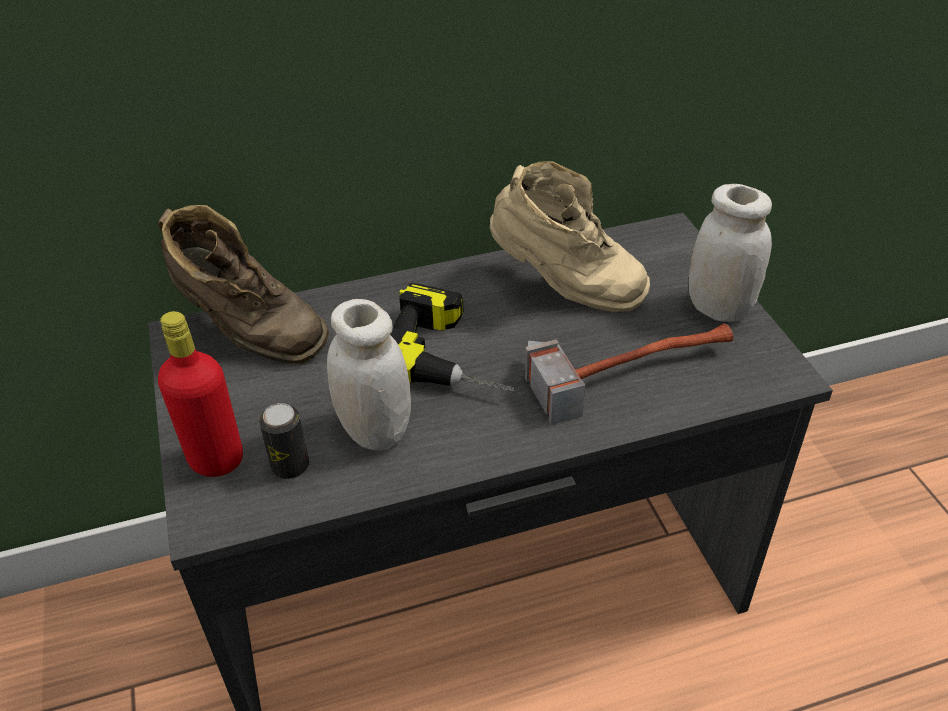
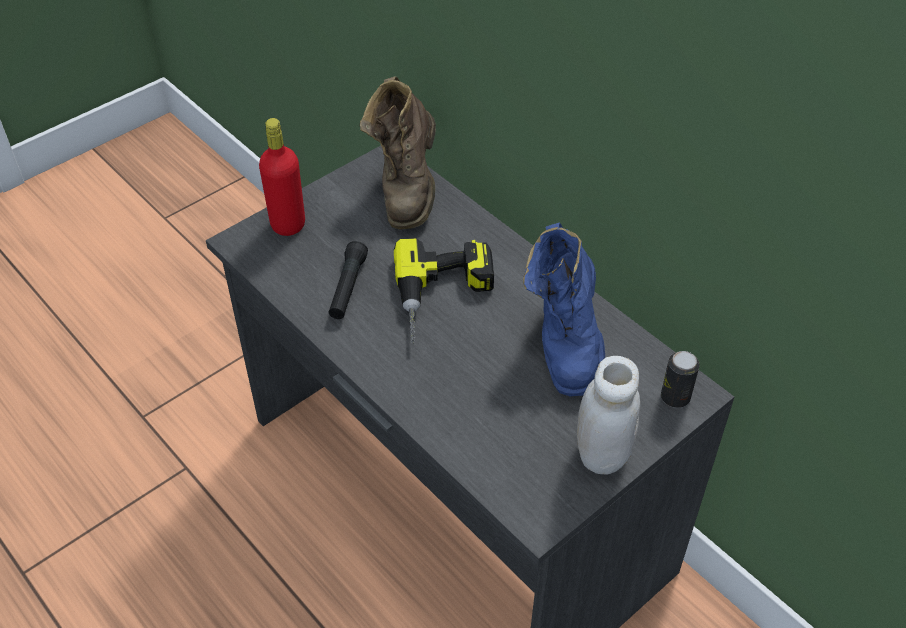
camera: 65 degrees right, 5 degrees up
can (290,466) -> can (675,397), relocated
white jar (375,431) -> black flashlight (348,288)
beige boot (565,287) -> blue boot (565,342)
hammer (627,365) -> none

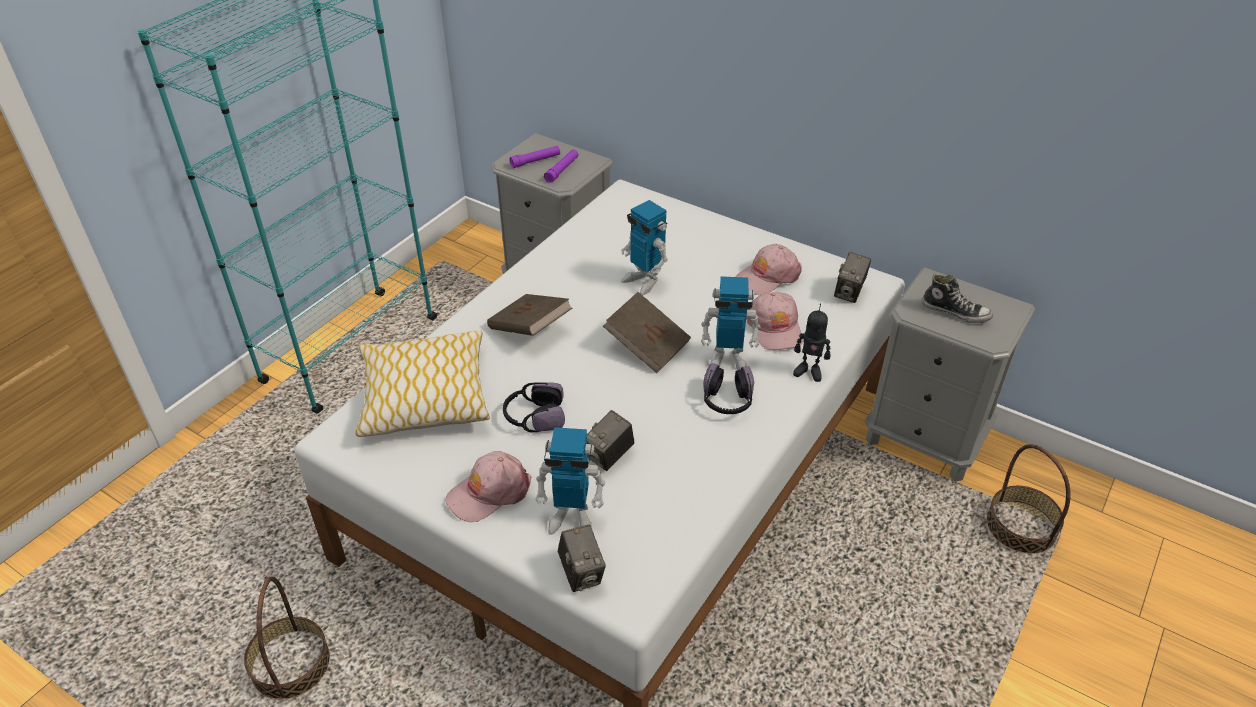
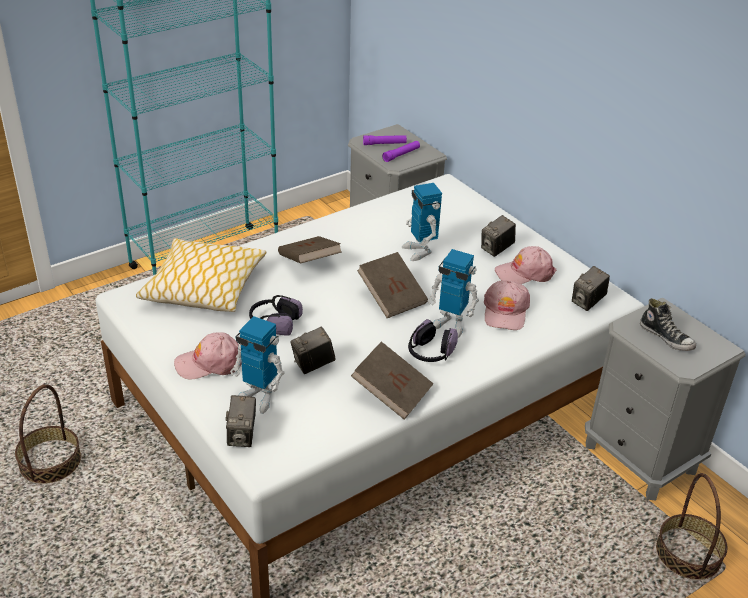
camera: 20 degrees right, 5 degrees down
toy robot (808,371) -> none
none -> brown book (392,393)
none -> photo camera (496,249)

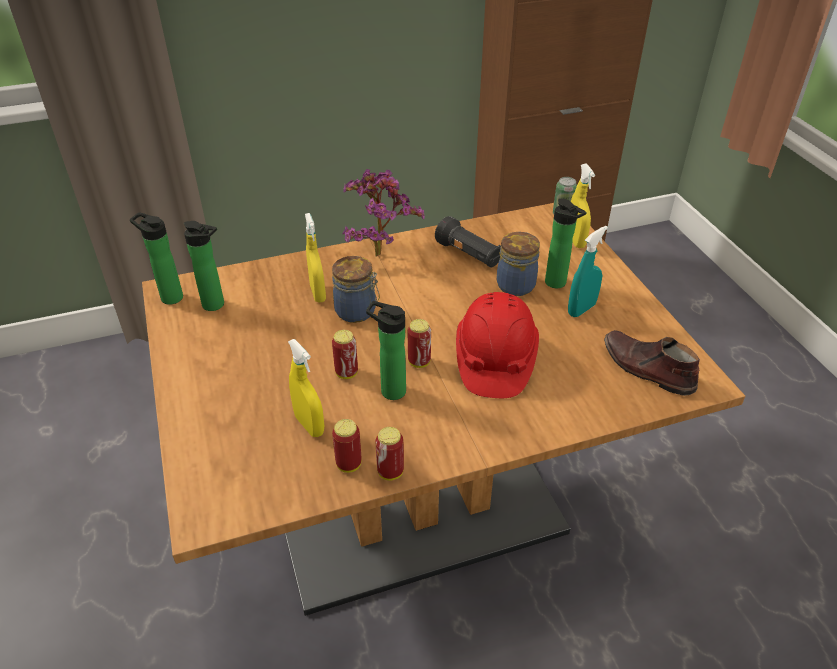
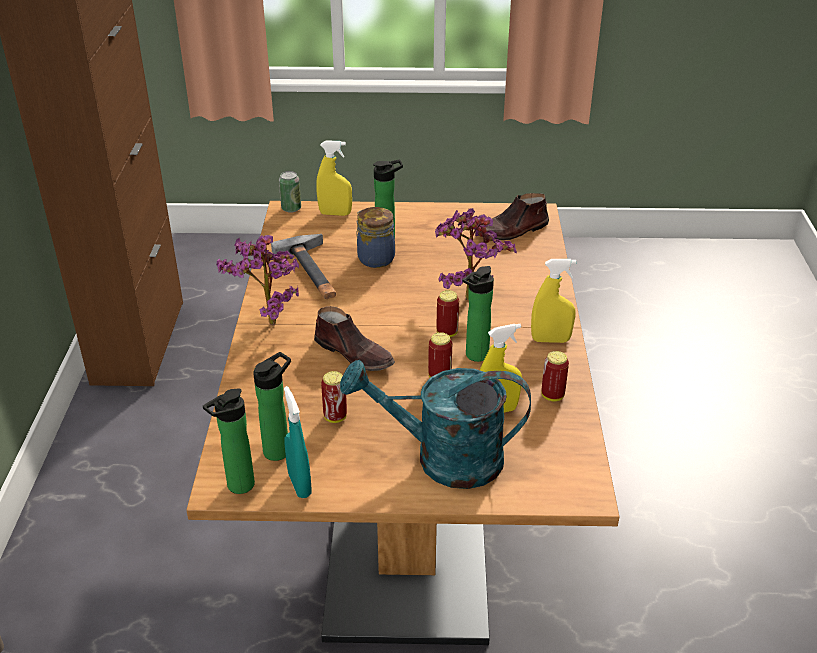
camera: 70 degrees left, 5 degrees down
yellow spray bottle (318,293) -> yellow spray bottle (550,340), relocated
jar (357,311) -> brown shoe (355,354)
can (390,472) -> can (335,417), relocated
black flashlight (469,255) -> hammer (314,271)
red hard hat (494,360) -> potted plant (466,294)
turquoise spray bottle (581,309) -> turquoise spray bottle (299,484), relocated
none -> turquoise watering can (443,459)

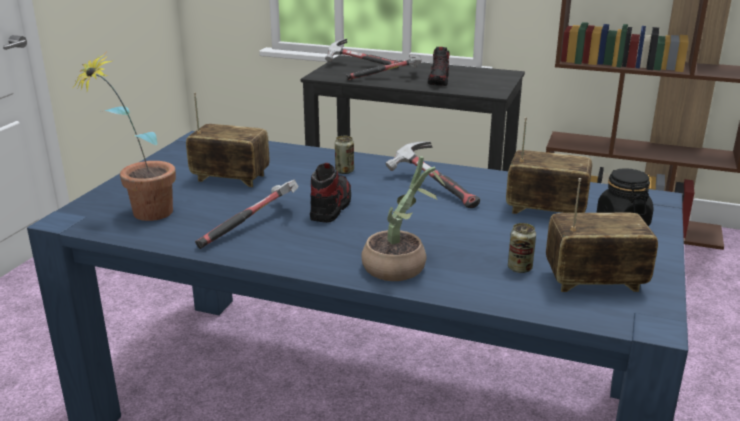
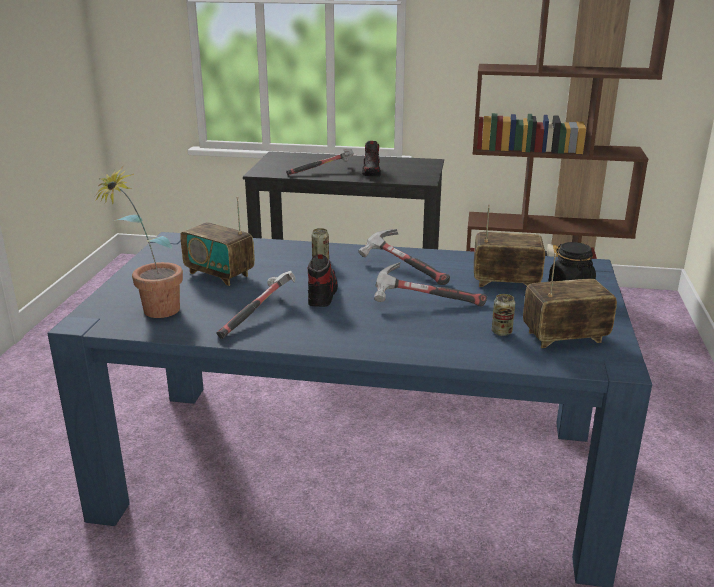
camera: 10 degrees left, 0 degrees up
radio (230,179) -> radio (219,274), 150 degrees counterclockwise
hammer (361,65) -> hammer (426,302), relocated
potted plant (402,266) -> none

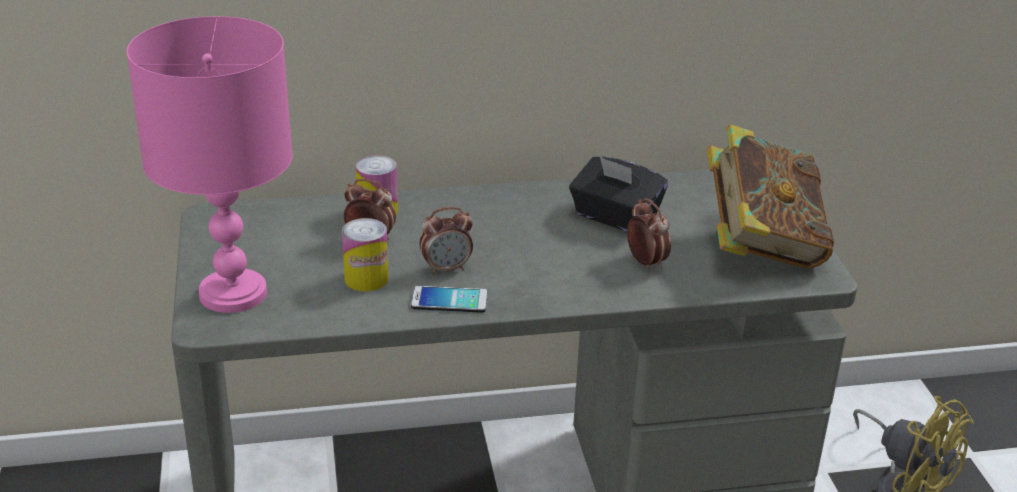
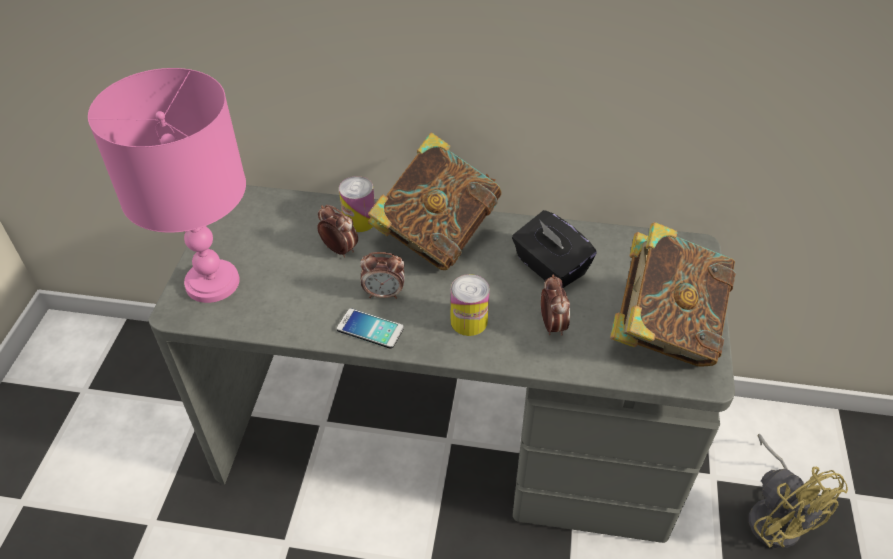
camera: 20 degrees right, 15 degrees up
can (366,279) -> can (469,321), relocated
none -> book (436,235)

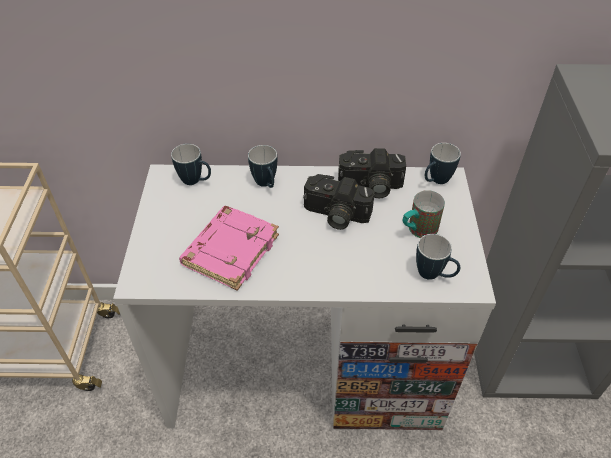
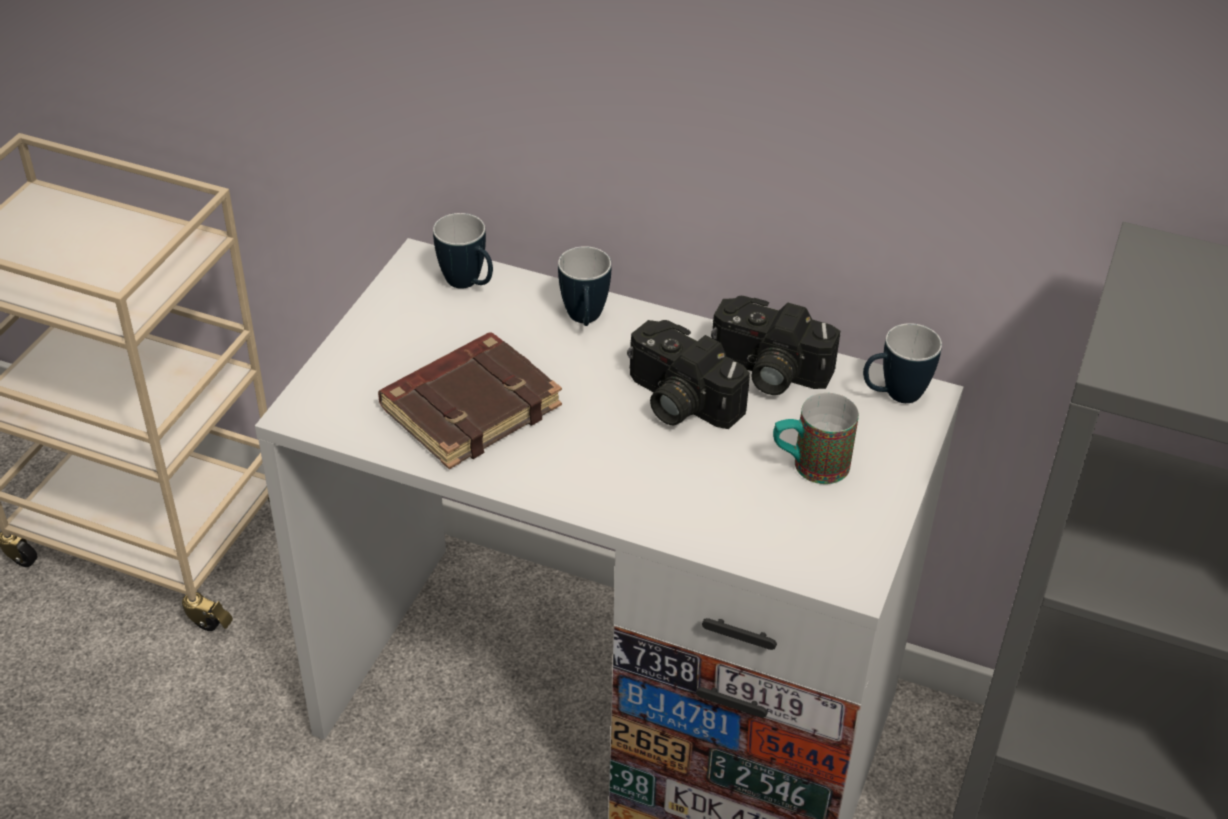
camera: 20 degrees right, 5 degrees down
pink book (230,250) -> brown book (470,406)
mug (434,275) -> none

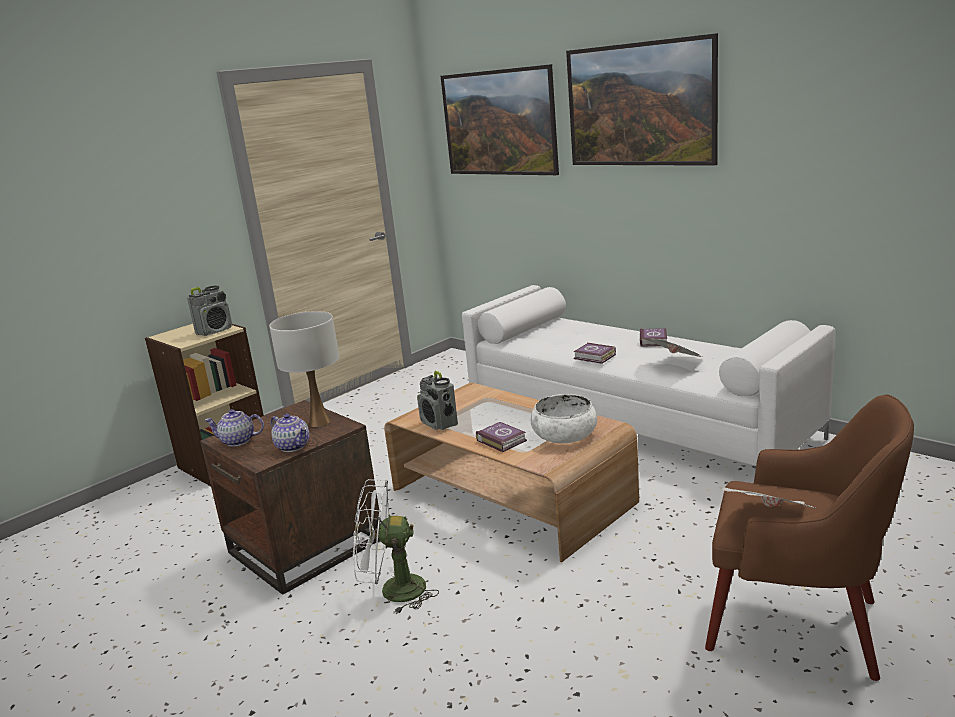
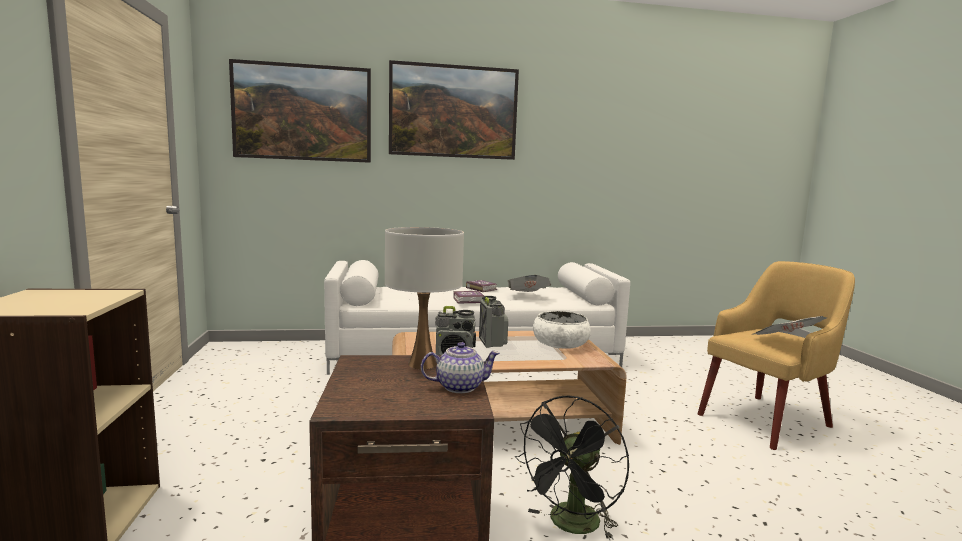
camera: 55 degrees left, 10 degrees down
radio (215,331) -> radio (492,342), relocated
teapot (238,441) -> none
white fan (393,591) -> black fan (571,526)
book (501,440) -> none
brown armchair (799,625) -> yellow armchair (767,420)

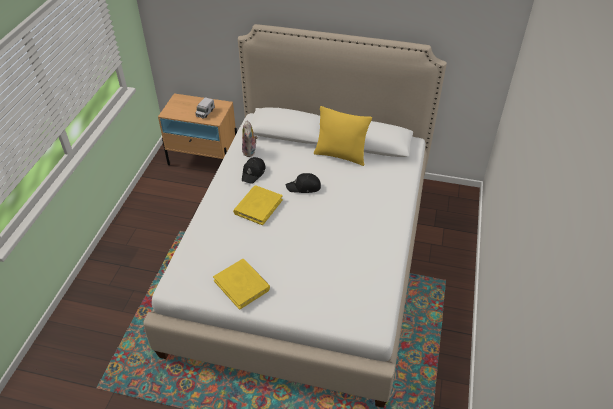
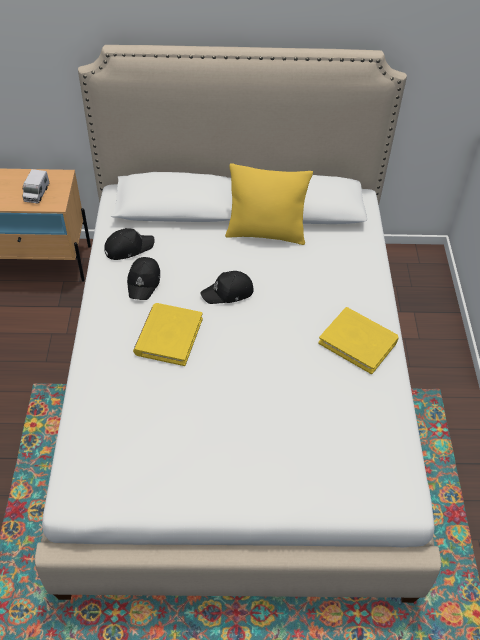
camera: 15 degrees left, 5 degrees up
yellow book (242,285) -> yellow book (358,342), relocated
plush toy (250,151) -> black cap (128,248)

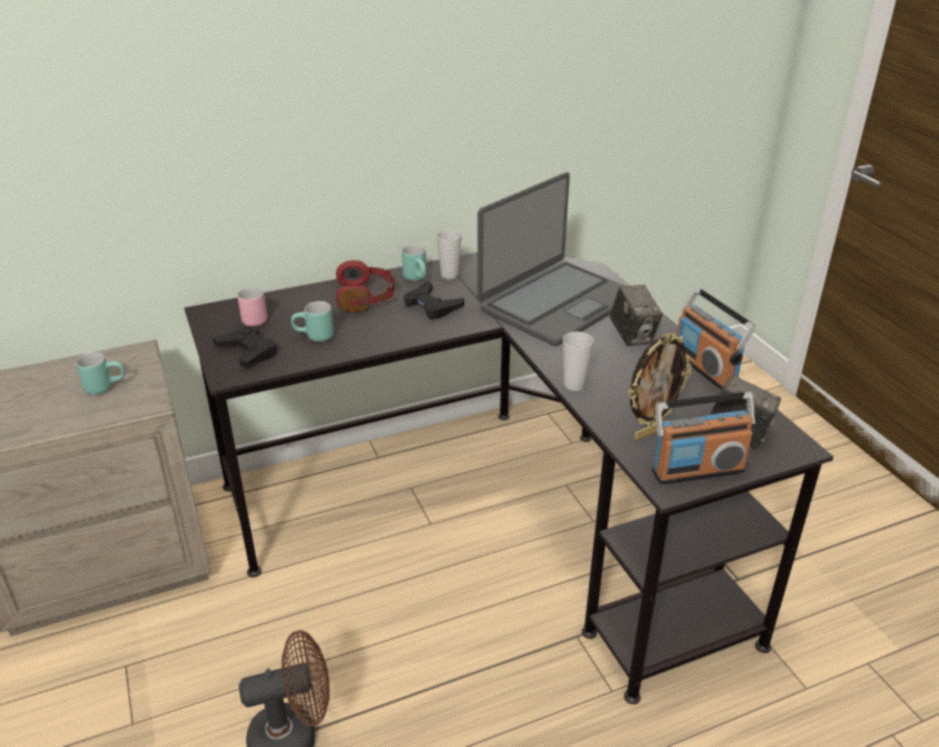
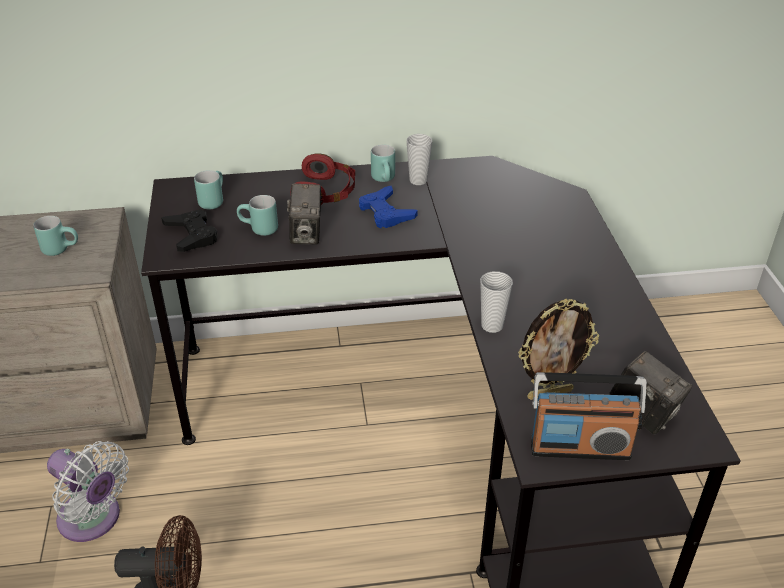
camera: 15 degrees right, 5 degrees up
pink mug (254,318) -> turquoise mug (212,200)
black game controller (431,306) -> blue game controller (385,213)
laptop (556,303) -> none
photo camera (632,336) -> photo camera (306,234), relocated
radio (705,368) -> none
none -> white fan (93,520)

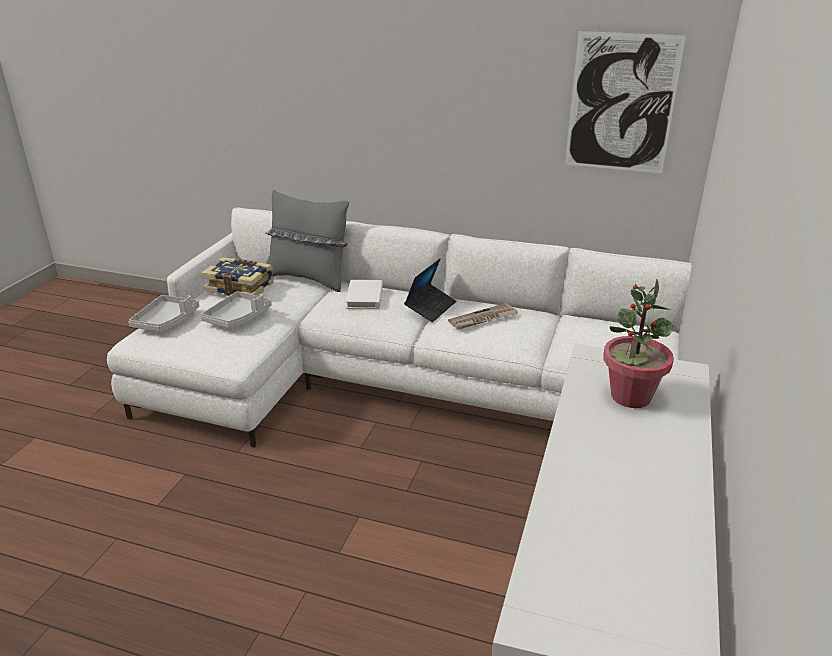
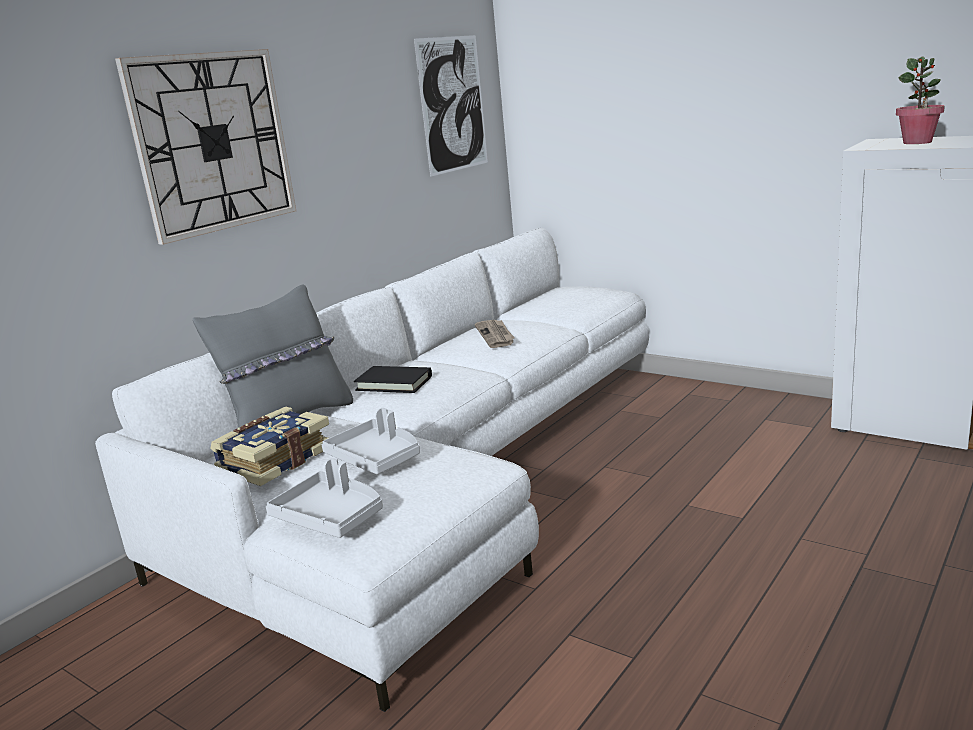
camera: 70 degrees left, 10 degrees down
white book (365,297) -> black book (394,383)
laptop (430,308) -> none
none -> wall clock (213,143)

